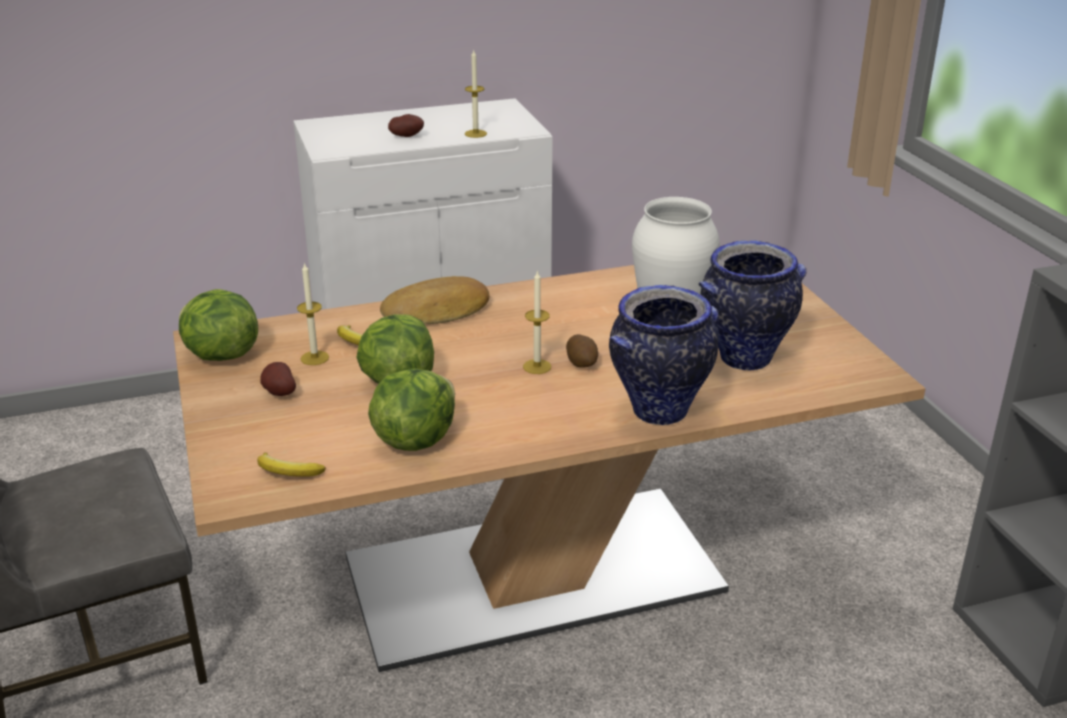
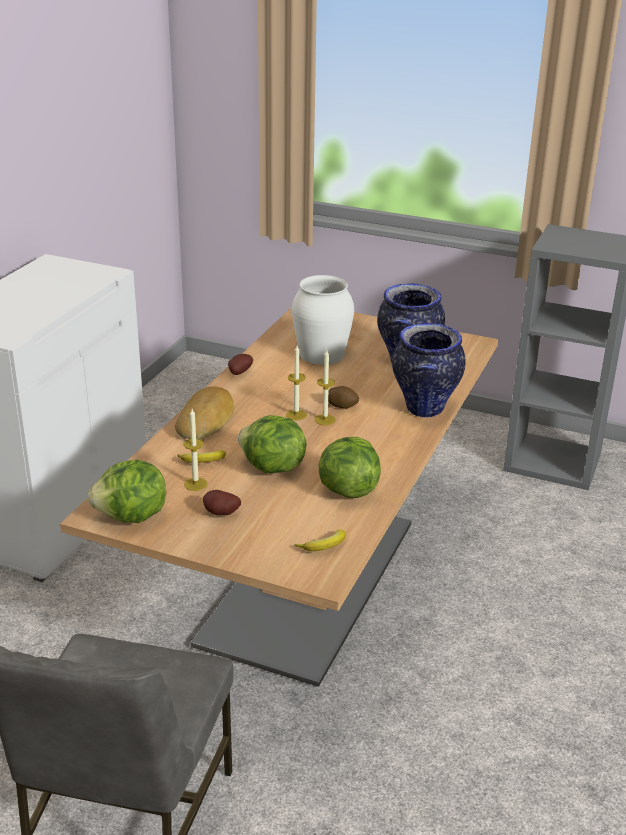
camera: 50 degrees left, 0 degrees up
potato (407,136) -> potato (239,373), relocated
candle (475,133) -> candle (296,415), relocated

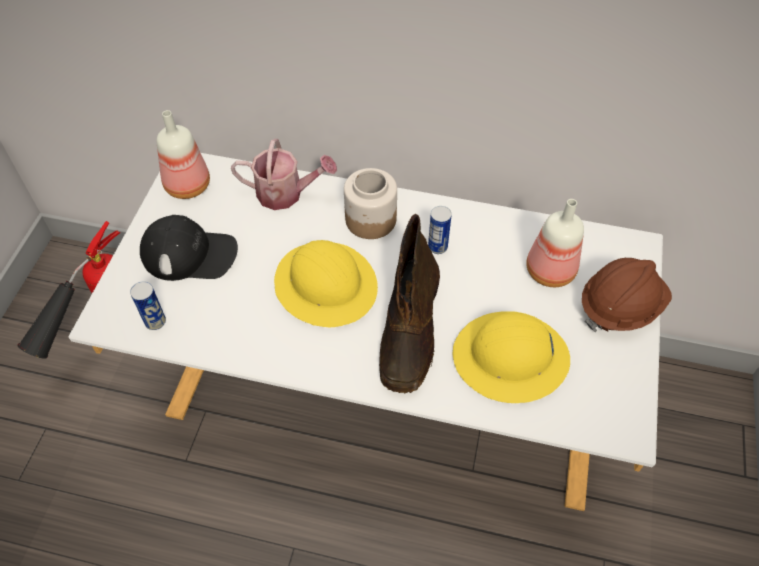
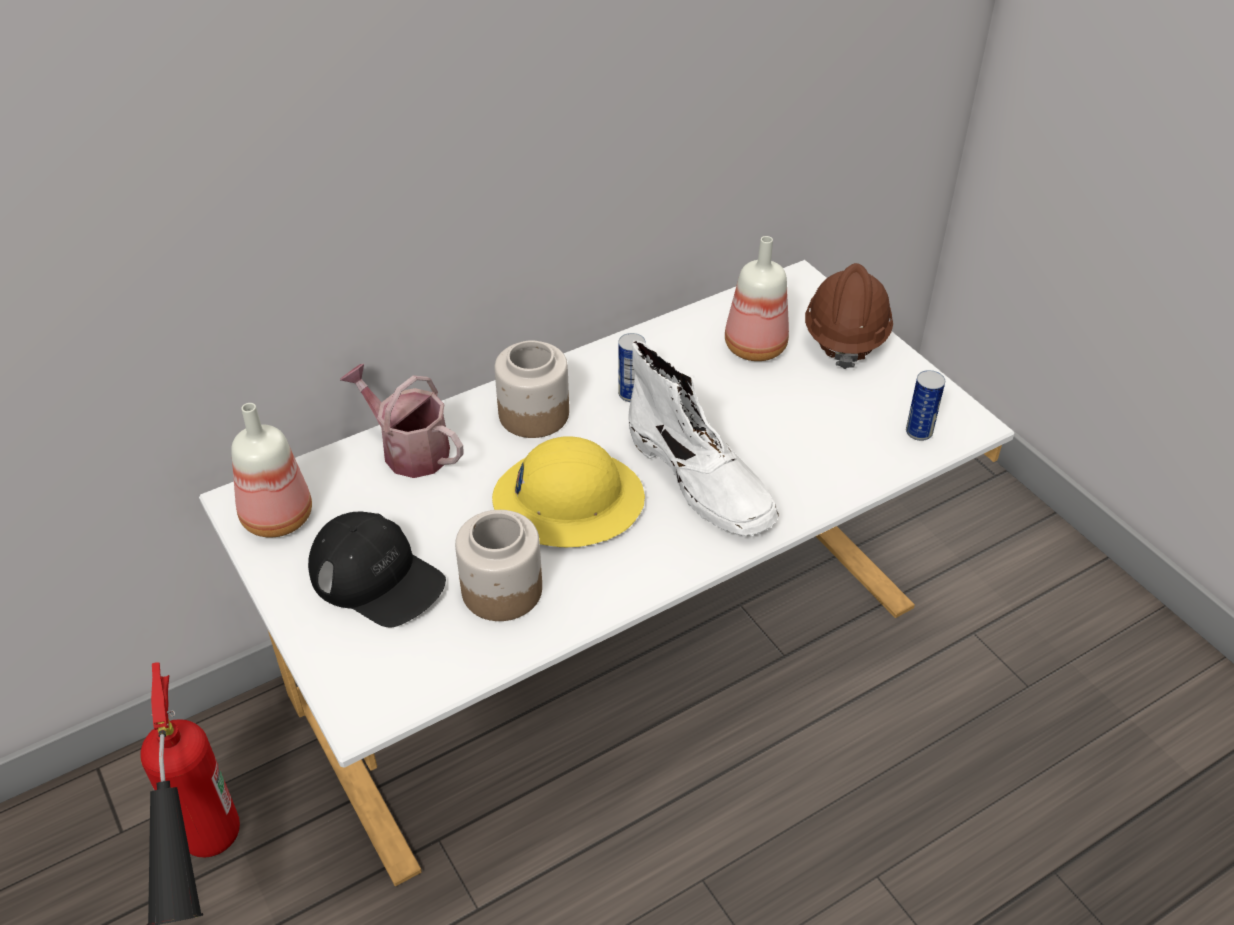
camera: 45 degrees left, 10 degrees down
can (155,321) -> can (919,432), relocated
black cap (190,254) -> black cap (377,577), 75 degrees clockwise
watering can (286,193) -> watering can (409,450), 105 degrees counterclockwise
brown boot (410,331) -> white boot (701,480)
yellow hard hat (510,358) -> none
none -> jar (501,590)

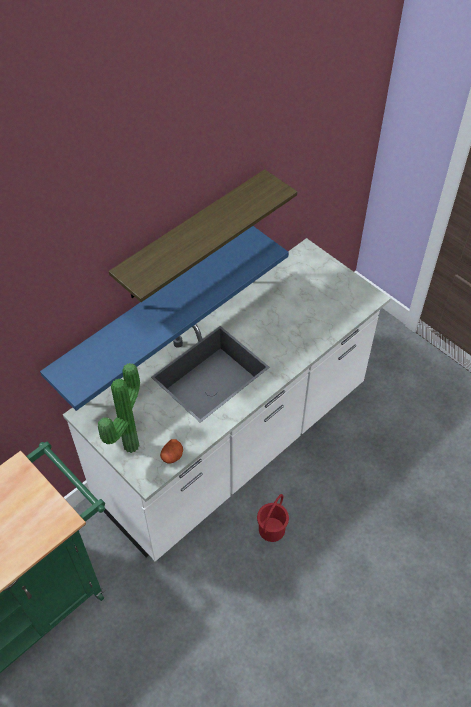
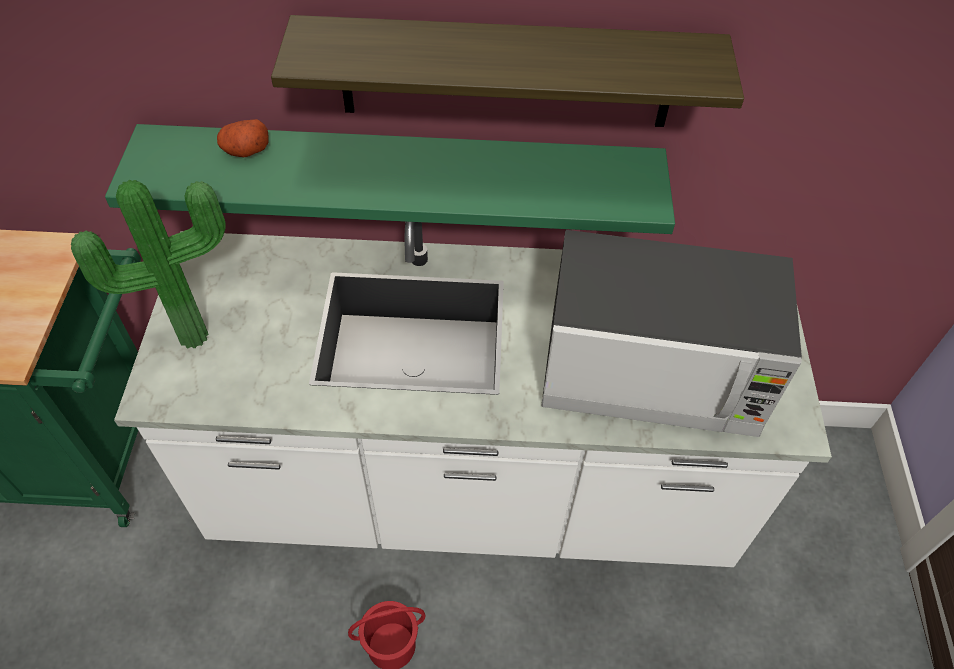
camera: 45 degrees right, 0 degrees up
blue shelf (155,309) -> green shelf (402,173)
potato (172,456) -> potato (245,150), relocated
none -> microwave (652,372)

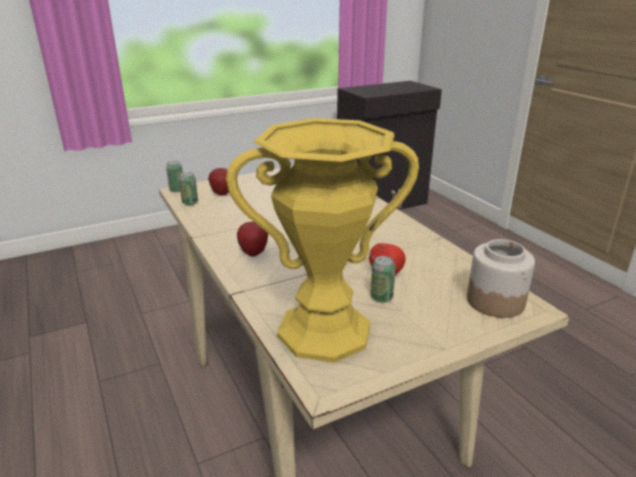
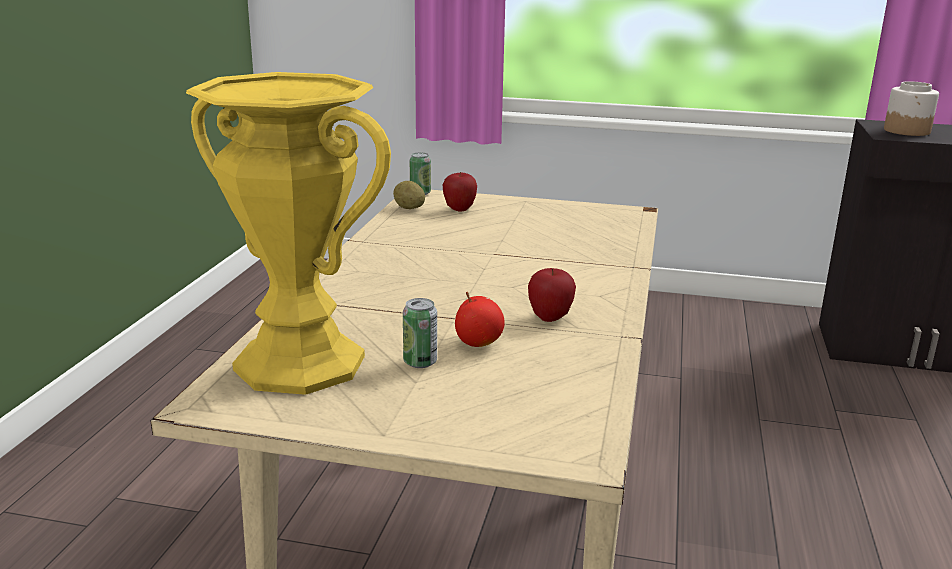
camera: 40 degrees right, 5 degrees down
can (190,202) -> potato (409,208)
apple (253,253) -> apple (550,318), relocated
jar (495,301) -> jar (907,131), relocated

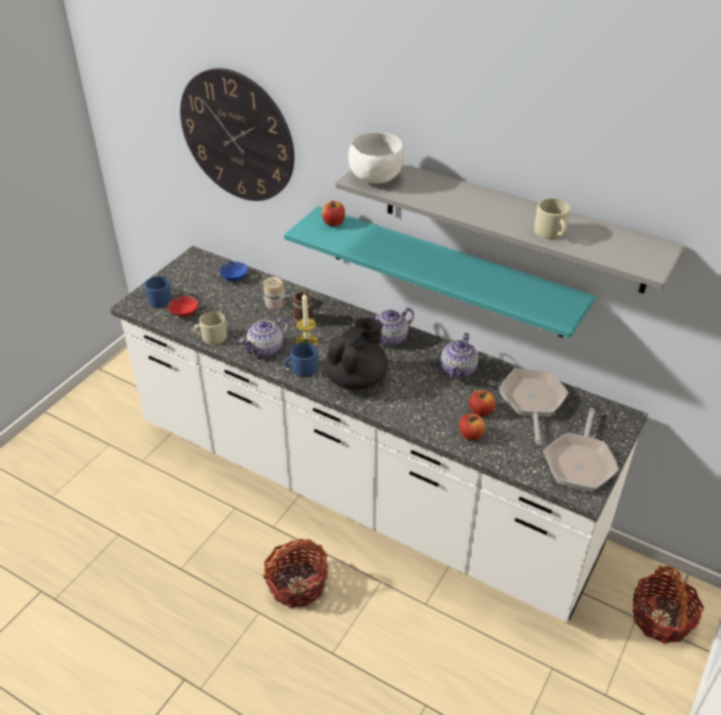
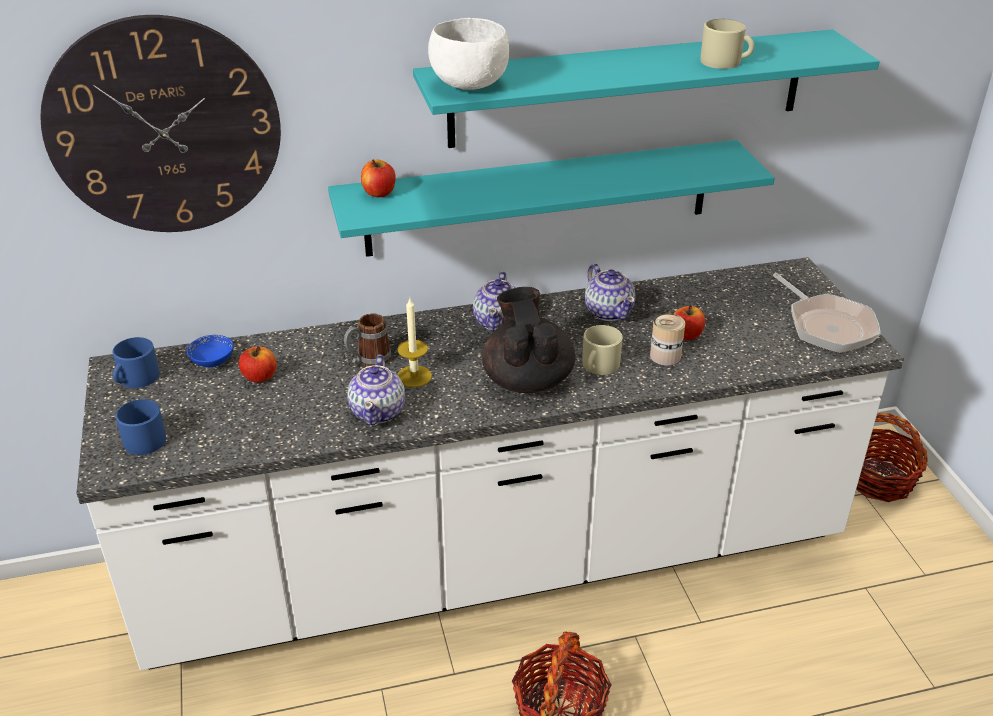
camera: 45 degrees left, 5 degrees down
red bowl (184,313) -> none
beige mug (211,337) -> beige mug (598,366), relocated
can (275,303) -> can (665,356), relocated
blue mug (301,369) -> blue mug (136,379), relocated
grey shelf (512,223) -> turquoise shelf (628,88)
apple (470,435) -> apple (259,377), relocated
frying pan (532,402) -> none

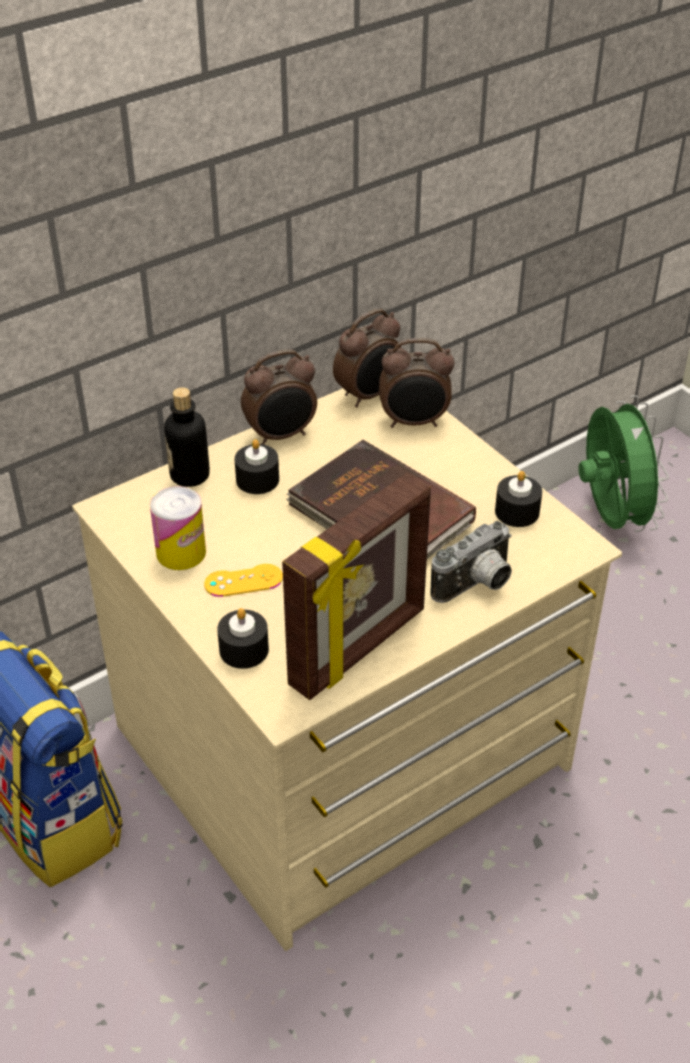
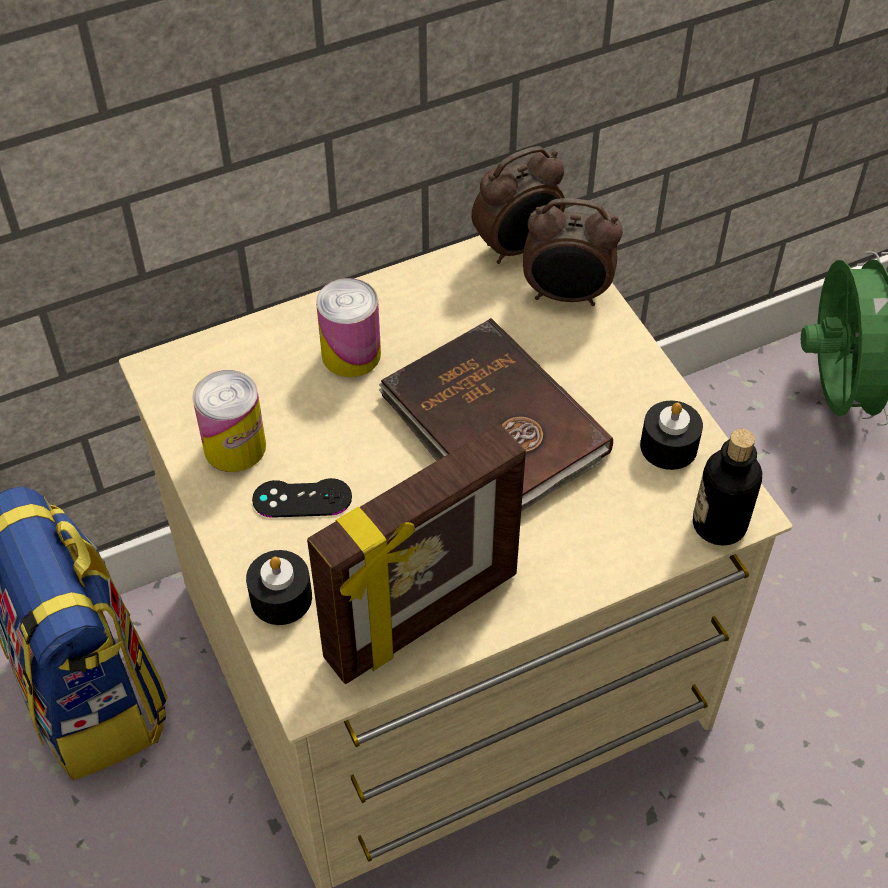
camera: 10 degrees right, 10 degrees up
bottle (190,475) -> bottle (719,524), relocated
yellow game controller (243,581) -> black game controller (302,498)
black candle (257,479) -> can (351,354)
alarm clock (281,435) -> none
photo camera (477,585) -> none

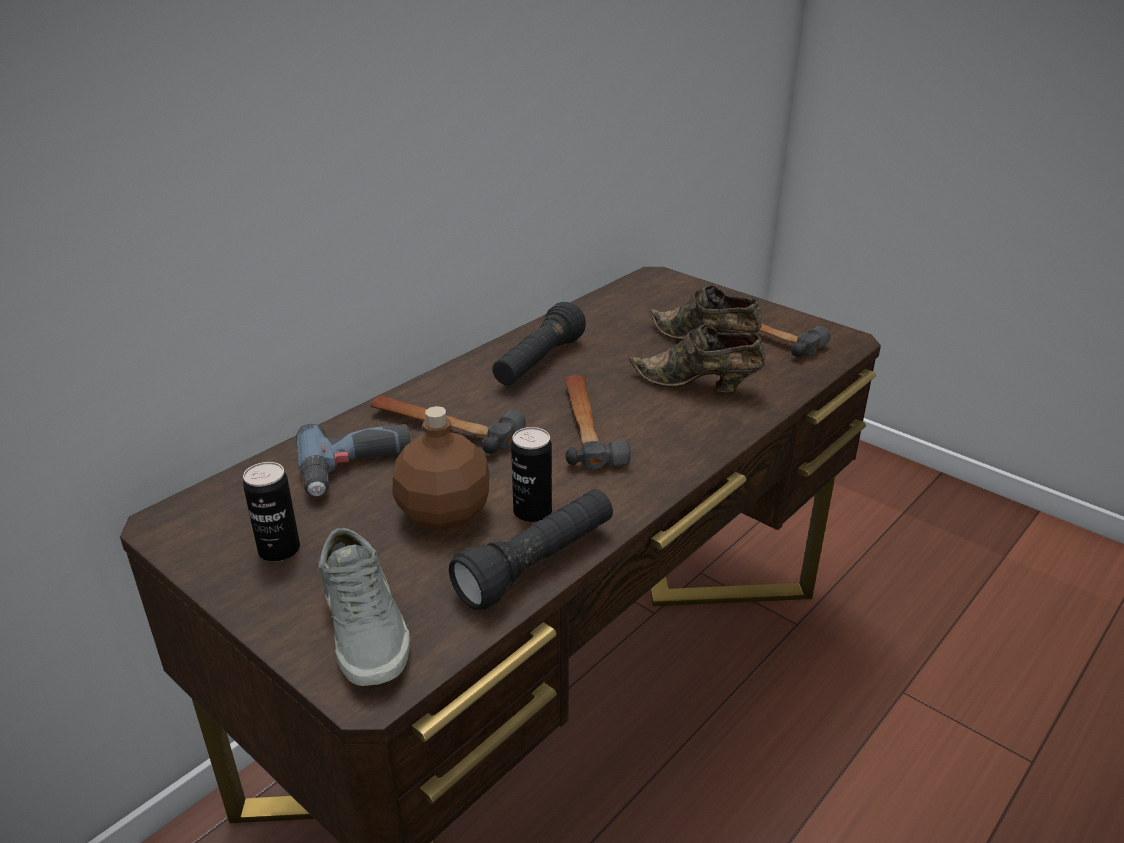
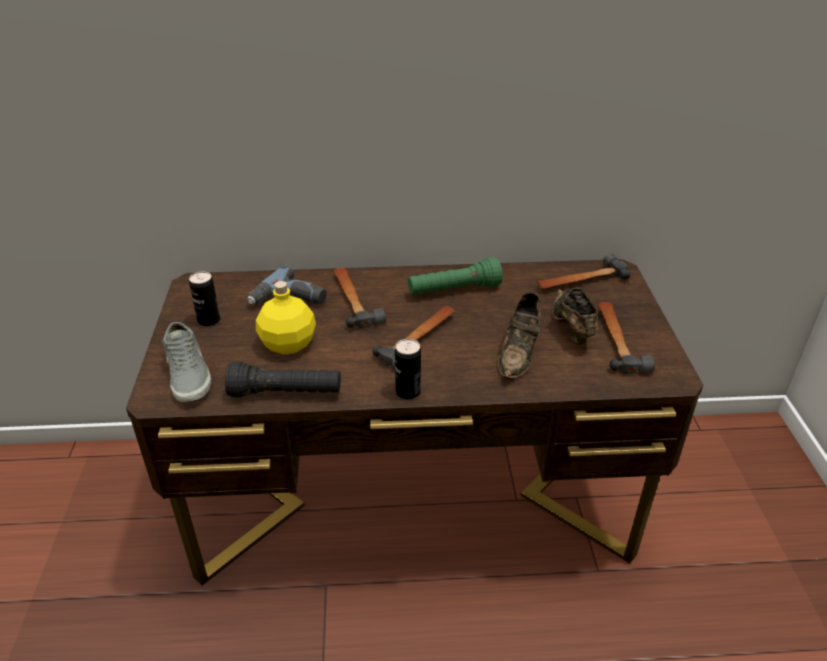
camera: 45 degrees right, 5 degrees up
grey shoe (367,625) -> grey shoe (189,374), 45 degrees counterclockwise
brown bottle (443,512) -> yellow bottle (288,343)
black flashlight (538,363) -> green flashlight (454,290)
can (532,512) -> can (408,391), relocated
brown shoe (698,385) -> brown shoe (519,352), 135 degrees counterclockwise
none -> hammer (581,280)

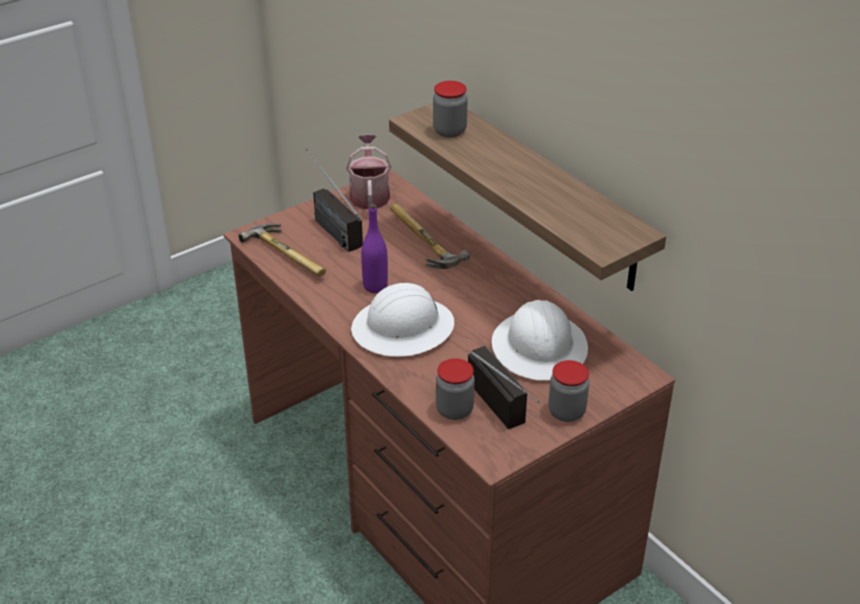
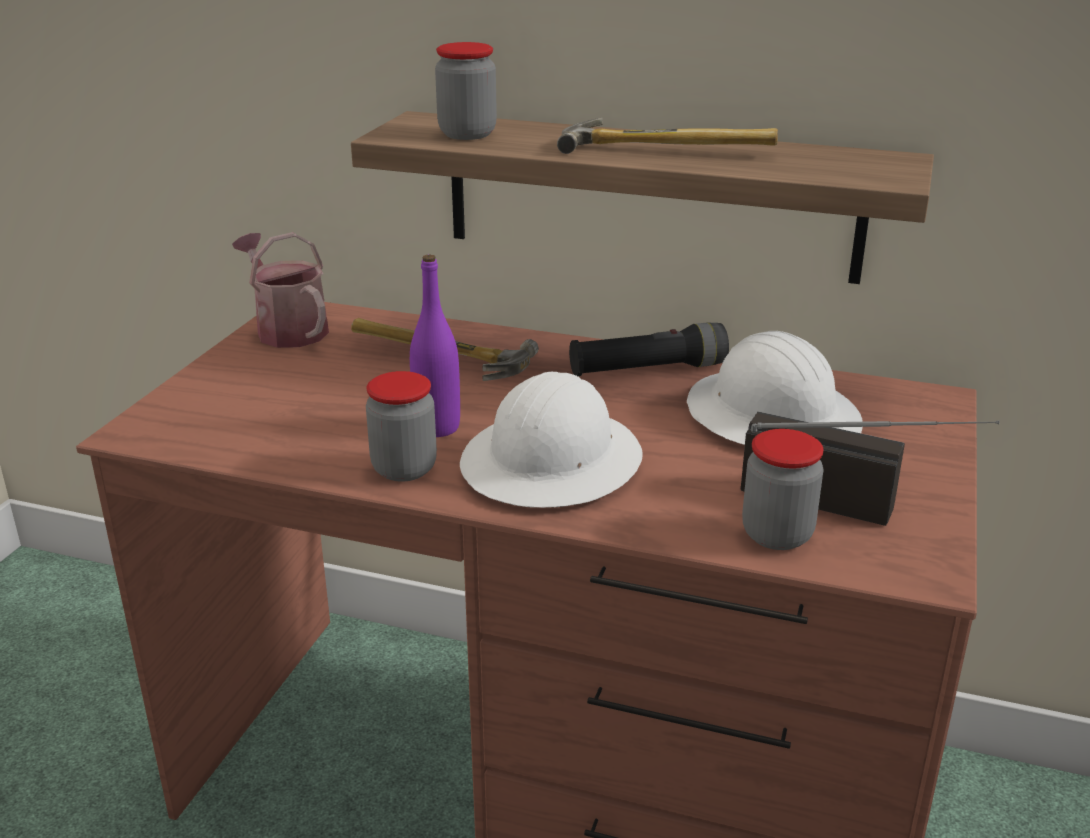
camera: 35 degrees left, 10 degrees down
hammer (290,254) -> hammer (666,148), relocated
radio (327,225) -> none
jar (566,412) -> jar (404,469), relocated
none -> black flashlight (647,370)

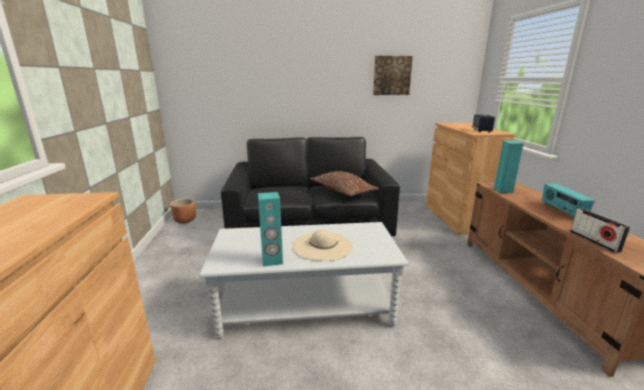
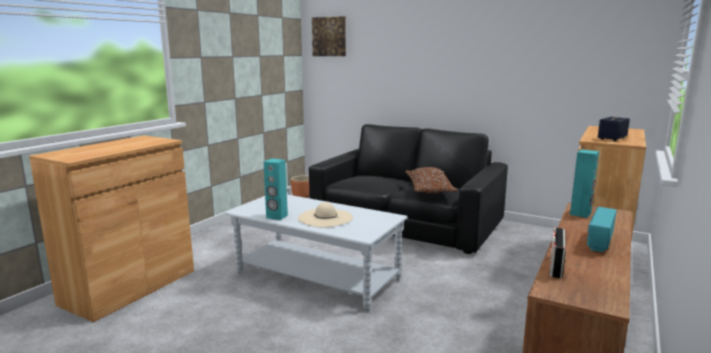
camera: 35 degrees right, 5 degrees down
picture (392,75) -> picture (329,36), relocated

